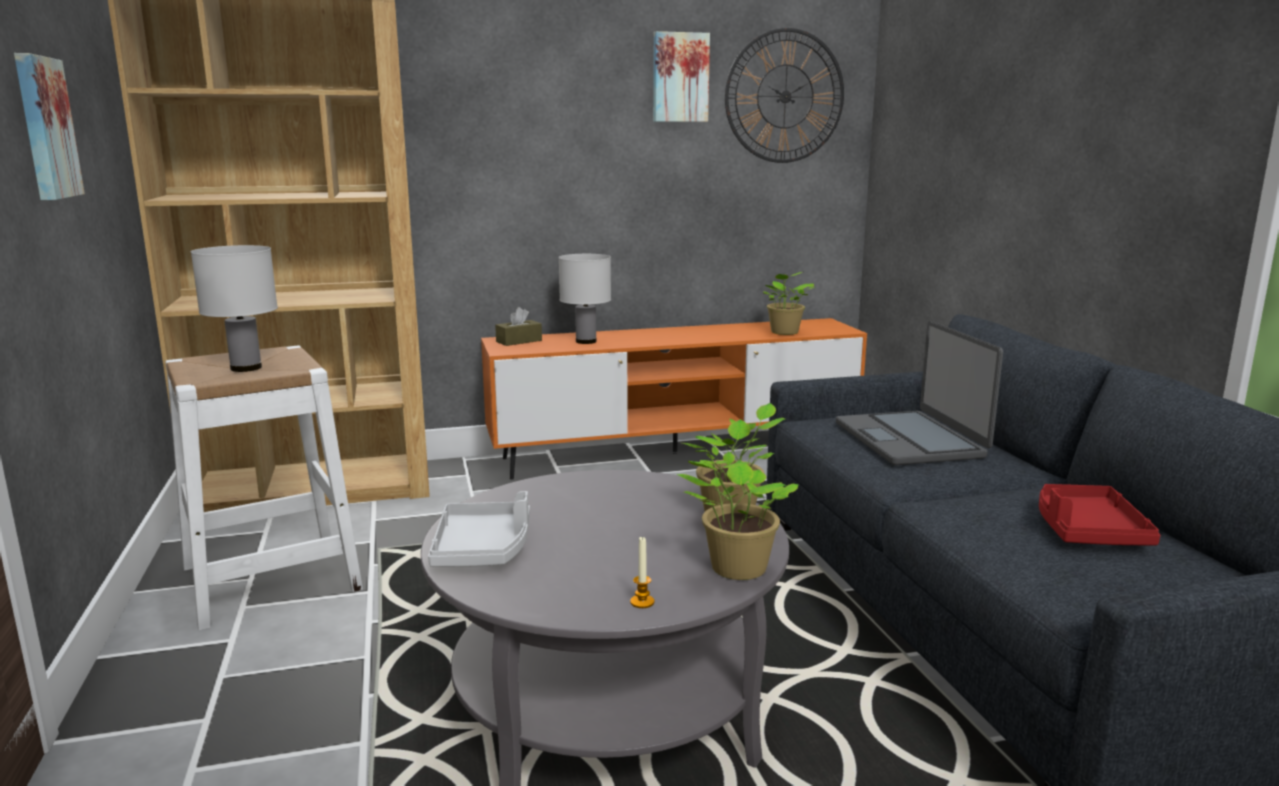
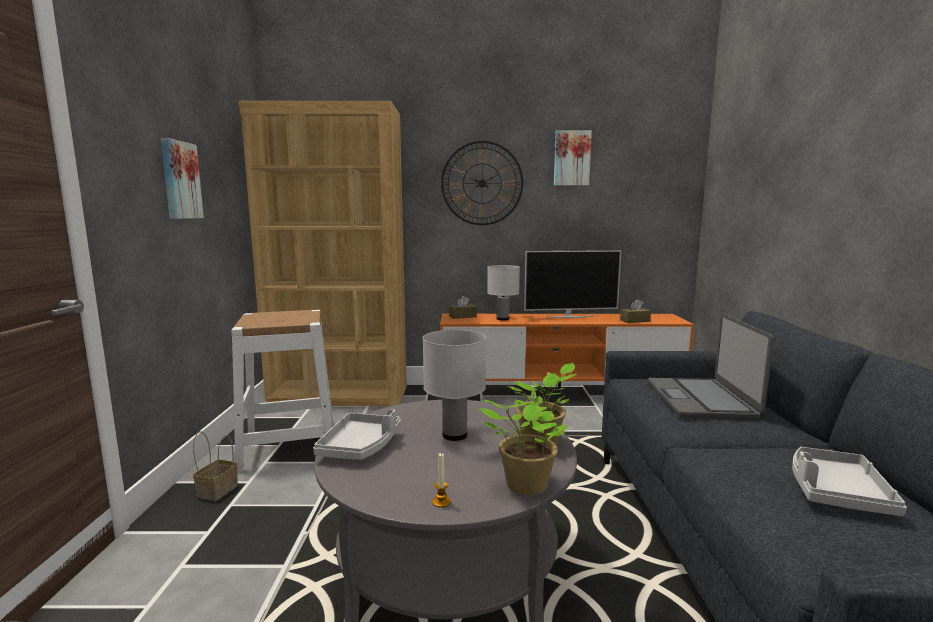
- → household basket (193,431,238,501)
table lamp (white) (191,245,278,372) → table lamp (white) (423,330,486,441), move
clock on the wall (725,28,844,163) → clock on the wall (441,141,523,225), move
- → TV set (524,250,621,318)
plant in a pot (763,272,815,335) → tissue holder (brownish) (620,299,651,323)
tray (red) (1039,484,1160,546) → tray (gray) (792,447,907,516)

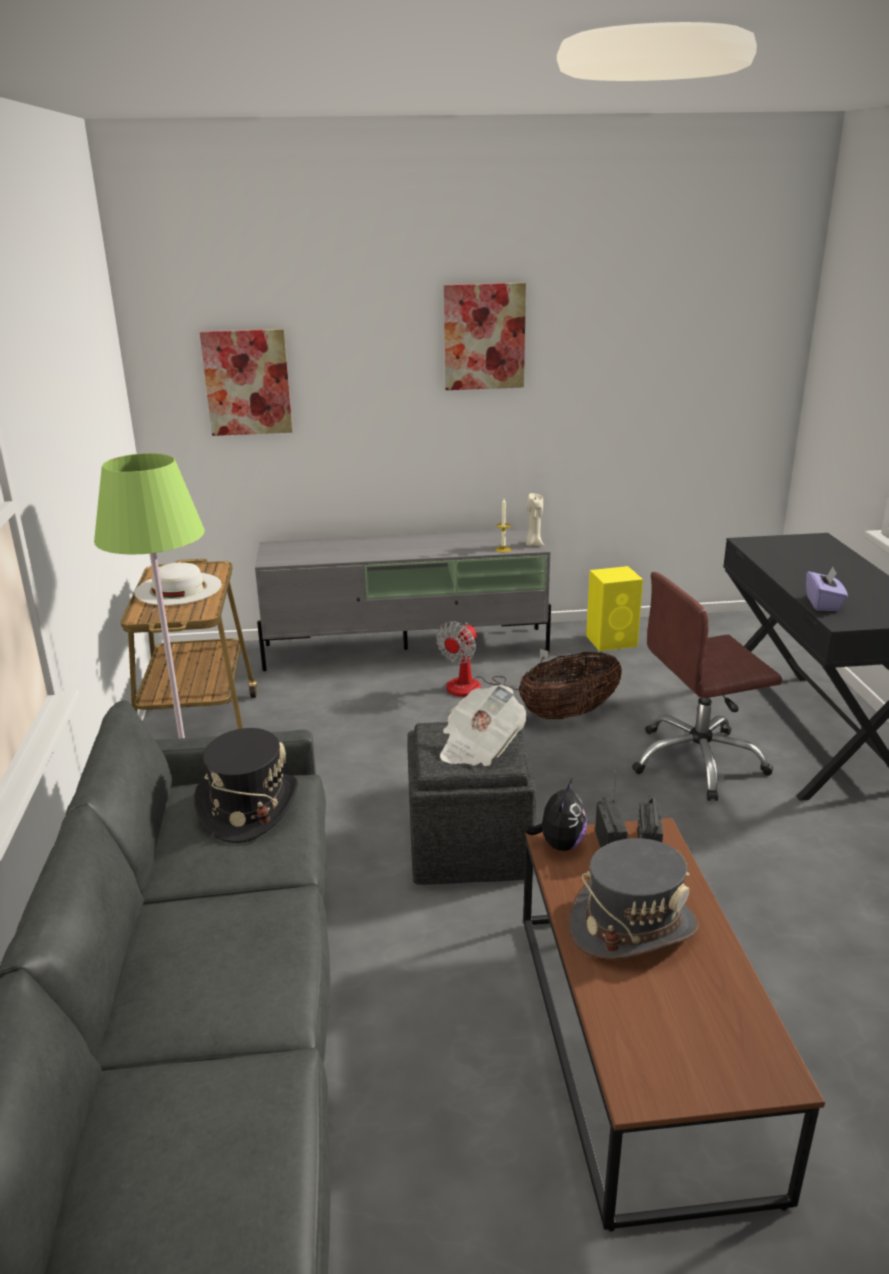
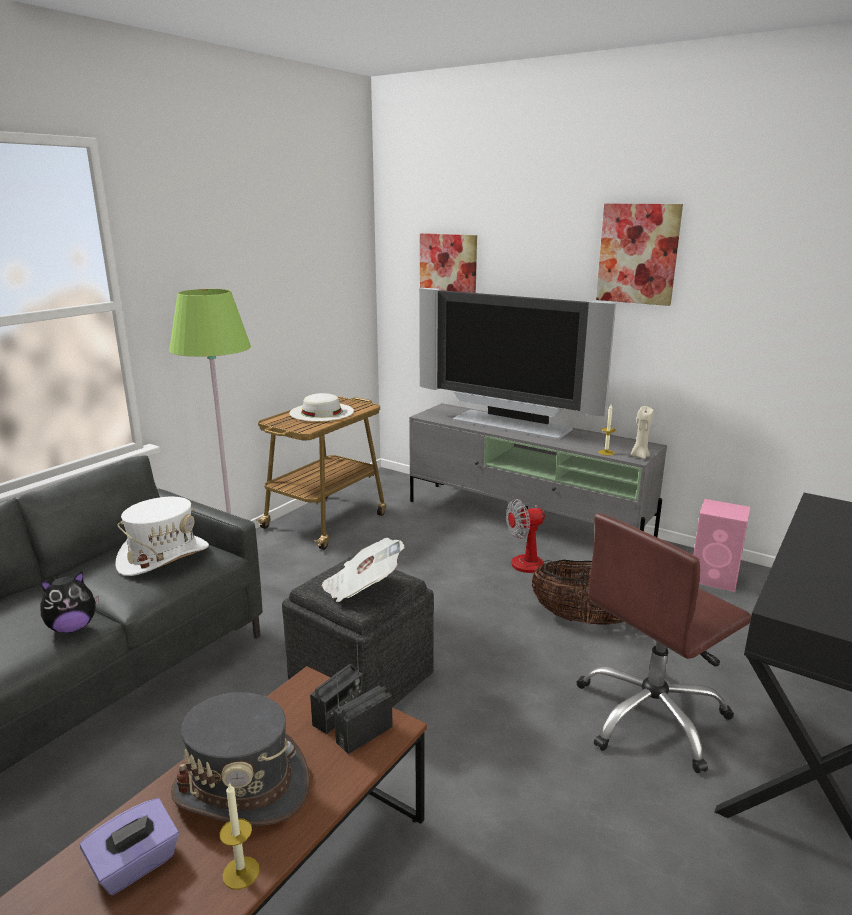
soft toy (525,779,587,851) → soft toy (40,572,99,633), move
tissue holder (purple) (806,567,848,611) → tissue holder (purple) (80,798,179,895), move
clothing hat (blackish) (194,728,298,843) → clothing hat (white) (115,497,209,576)
- → candle (220,782,260,890)
- → TV set (419,288,616,440)
office chair (brownish) (632,572,782,801) → office chair (brownish) (577,513,751,773), 60 degrees counterclockwise
loudspeaker (yellow-coloured) (586,566,643,651) → loudspeaker (pinkish) (693,499,750,592)

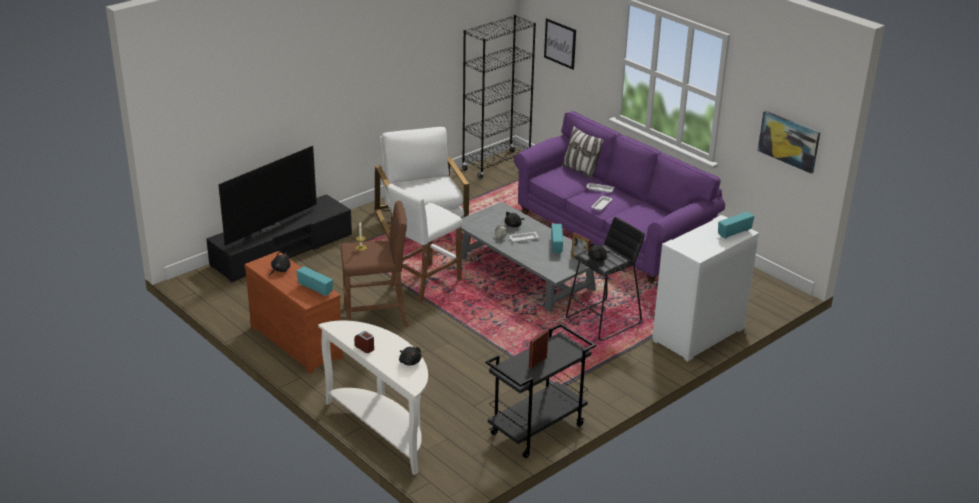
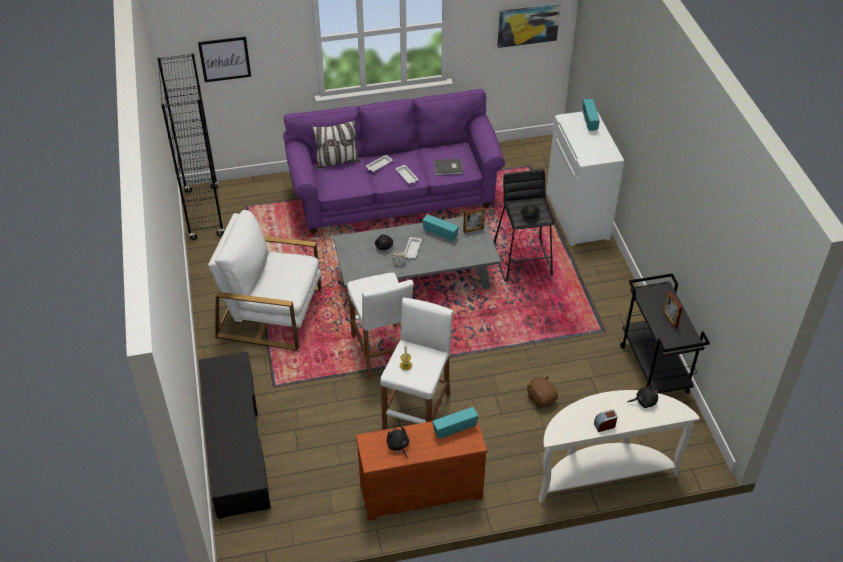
stool (brownish) (341,201,409,327) → stool (white) (380,297,453,430)
- → volume (gray) (434,159,463,175)
- → soft toy (brownish) (527,376,558,408)
TV set (218,146,317,246) → -

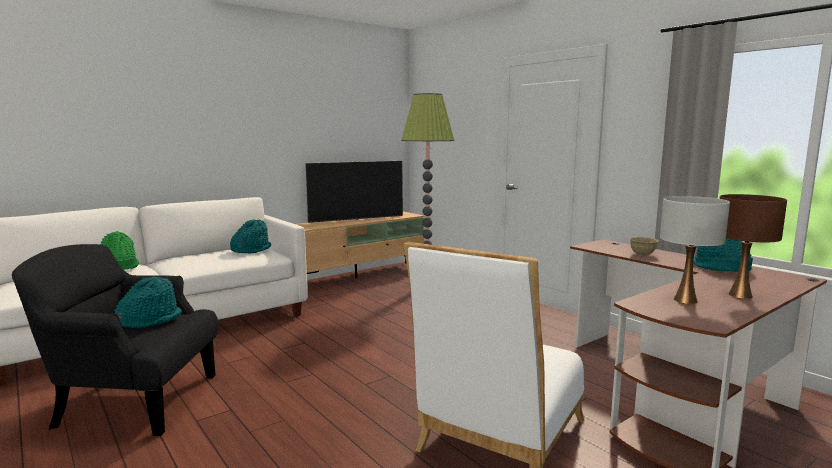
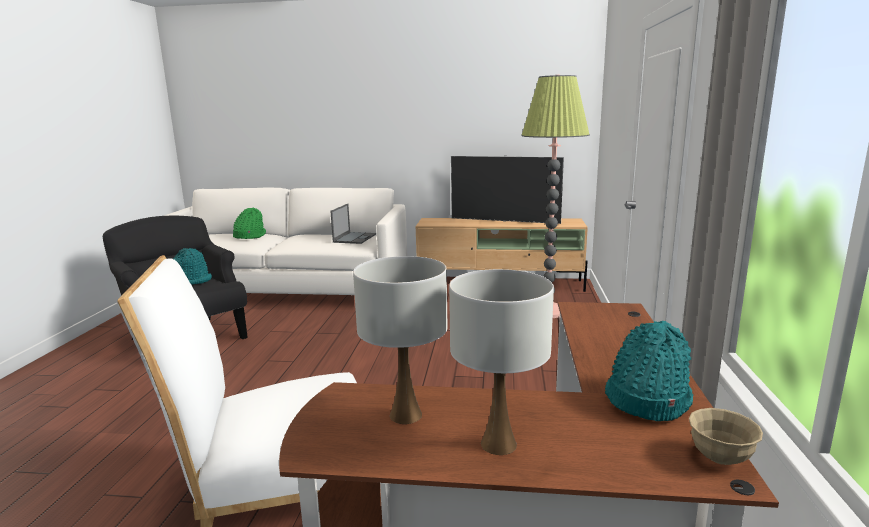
clothing hat (blue-green) (230,220,271,253) → notebook computer (330,204,376,244)
table lamp (brownish) (719,194,787,299) → table lamp (white) (449,269,554,455)
deep dish (beige) (630,237,659,256) → deep dish (beige) (689,408,763,465), move

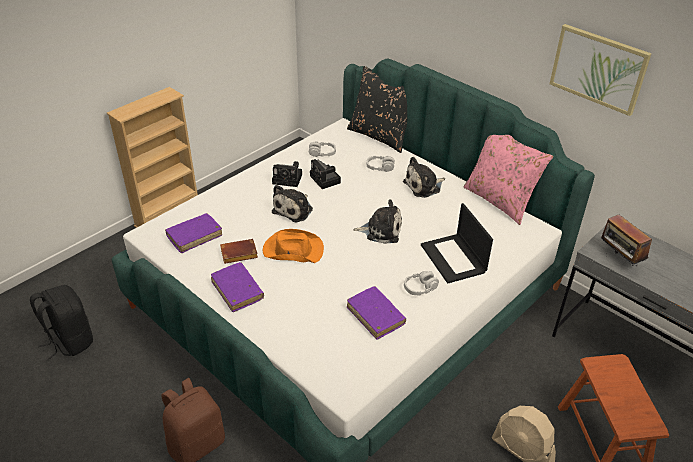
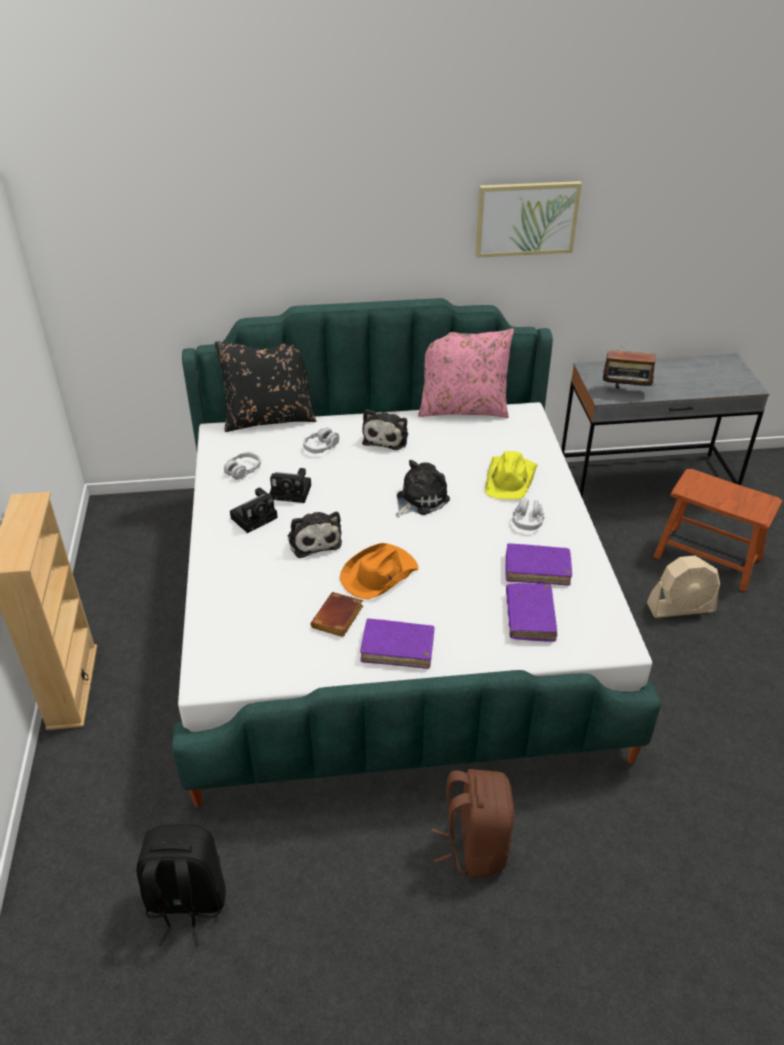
notebook computer (421,203,493,284) → clothing hat (yellow-coloured) (485,451,538,499)
volume (purple) (165,213,222,253) → volume (purple) (506,583,557,641), move

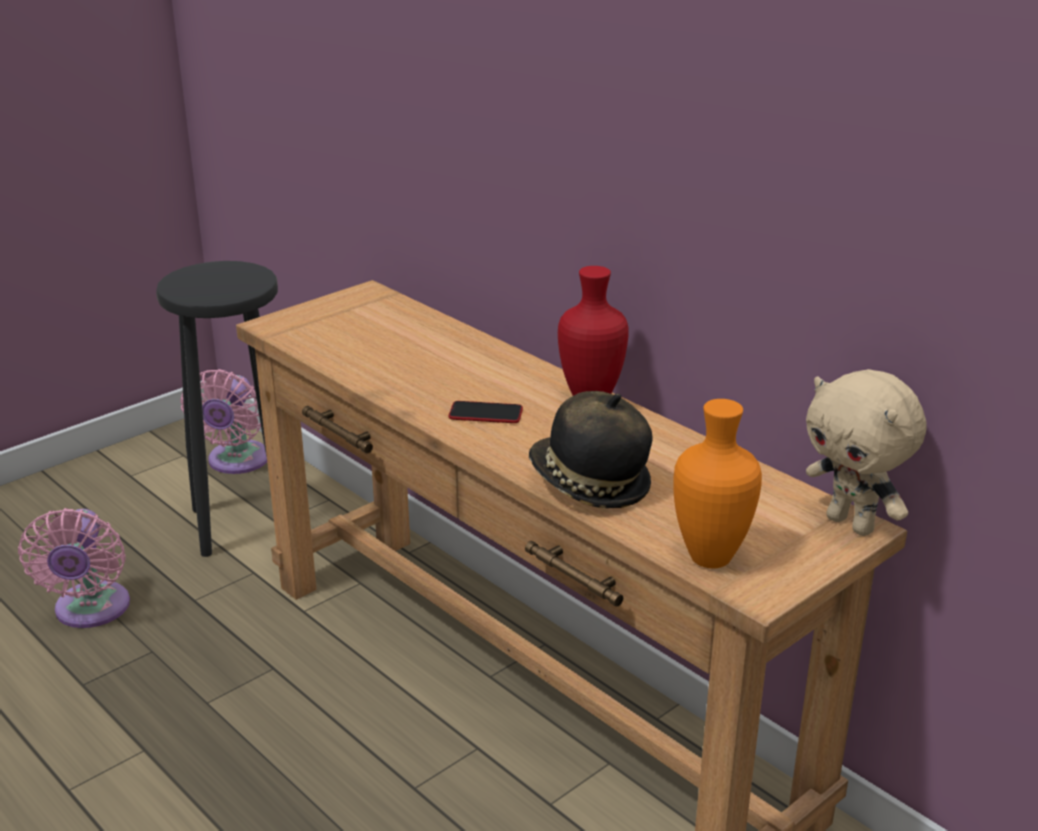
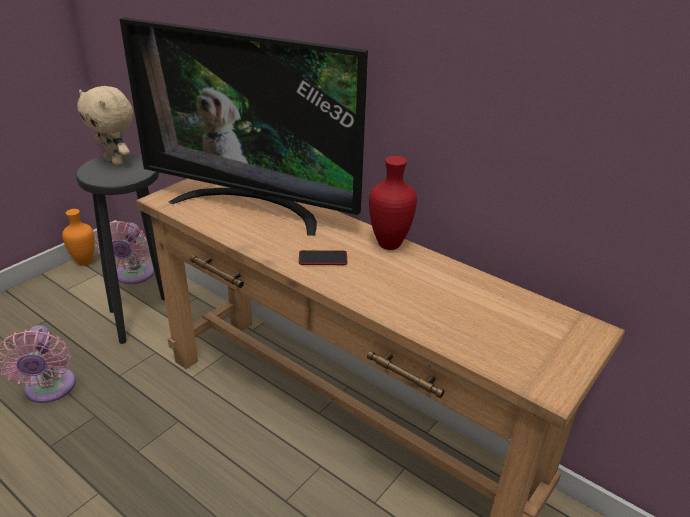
flower vase (orange) (673,399,762,569) → flower vase (orange) (62,209,95,266), move
soft toy (beige) (806,369,927,536) → soft toy (beige) (77,86,133,165), move
- → TV set (120,17,368,236)
clothing hat (529,391,652,508) → -

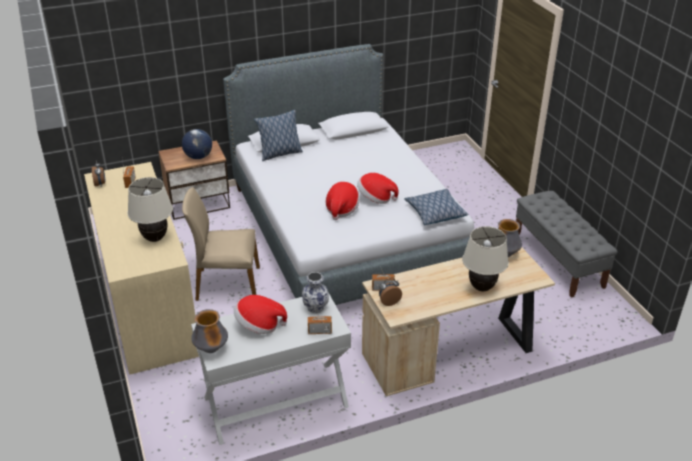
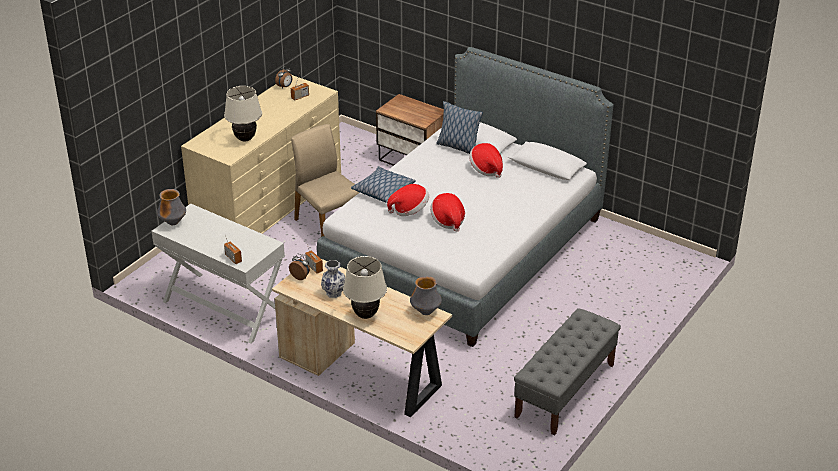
flower vase (302,272,329,313) → flower vase (321,260,345,298), move
throw pillow (404,189,468,225) → throw pillow (351,166,416,203), move
clothing hat (234,295,287,334) → clothing hat (469,143,503,178), move
globe (182,129,212,159) → -

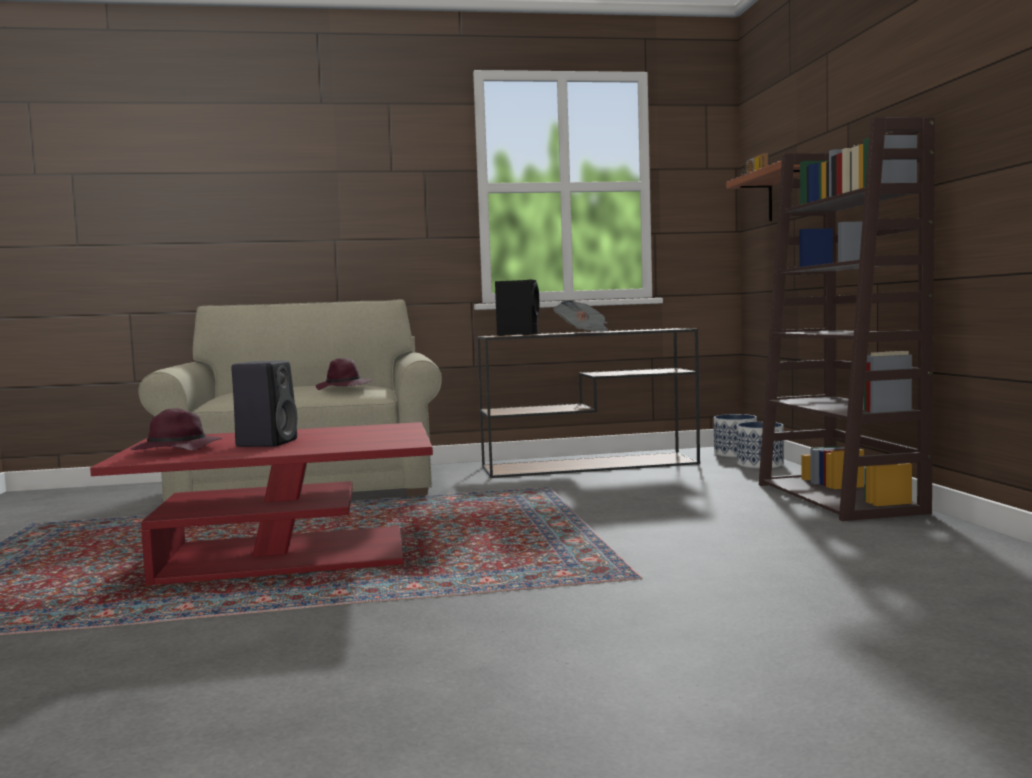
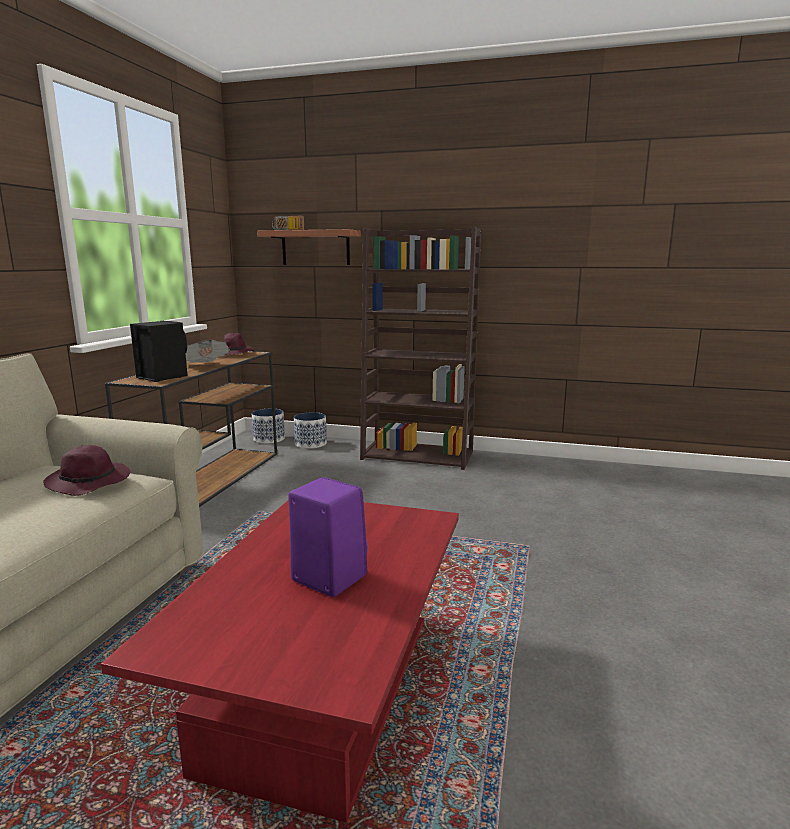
clothing hat (purple) (131,409,222,451) → clothing hat (purple) (224,333,254,355), move
loudspeaker (blackish) (231,361,297,447) → loudspeaker (purple) (289,477,368,597)

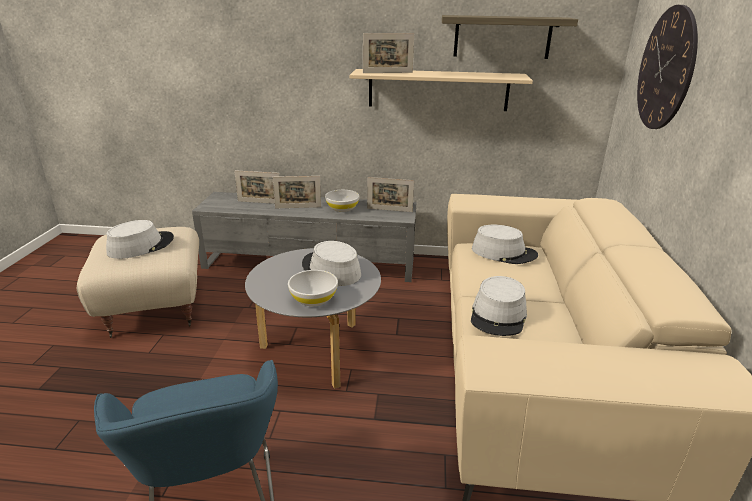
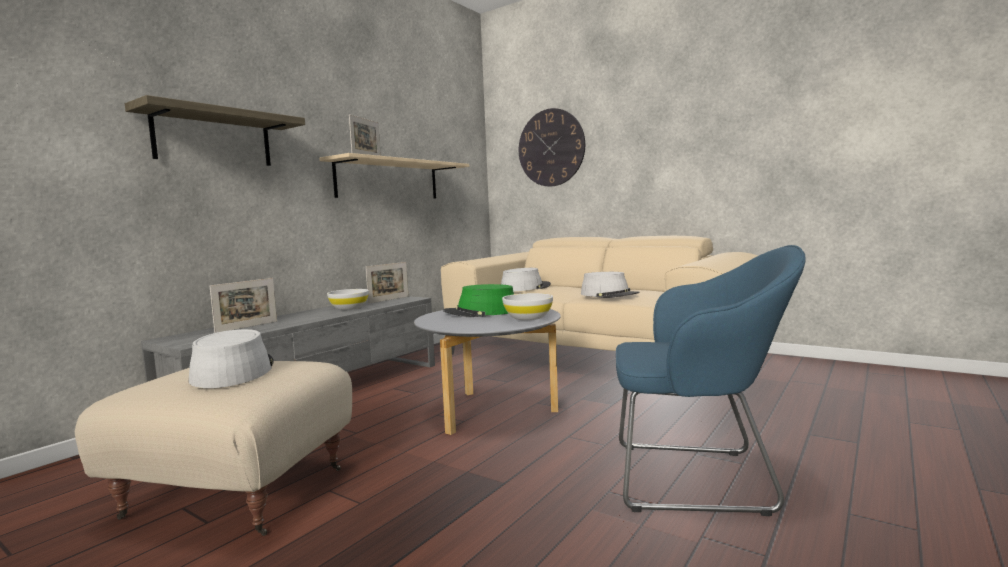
shelf (442,15,578,59) → shelf (125,95,305,166), move
clothing hat (gray) (302,241,361,286) → clothing hat (greenish) (443,284,514,317)
picture frame (273,176,321,208) → -

